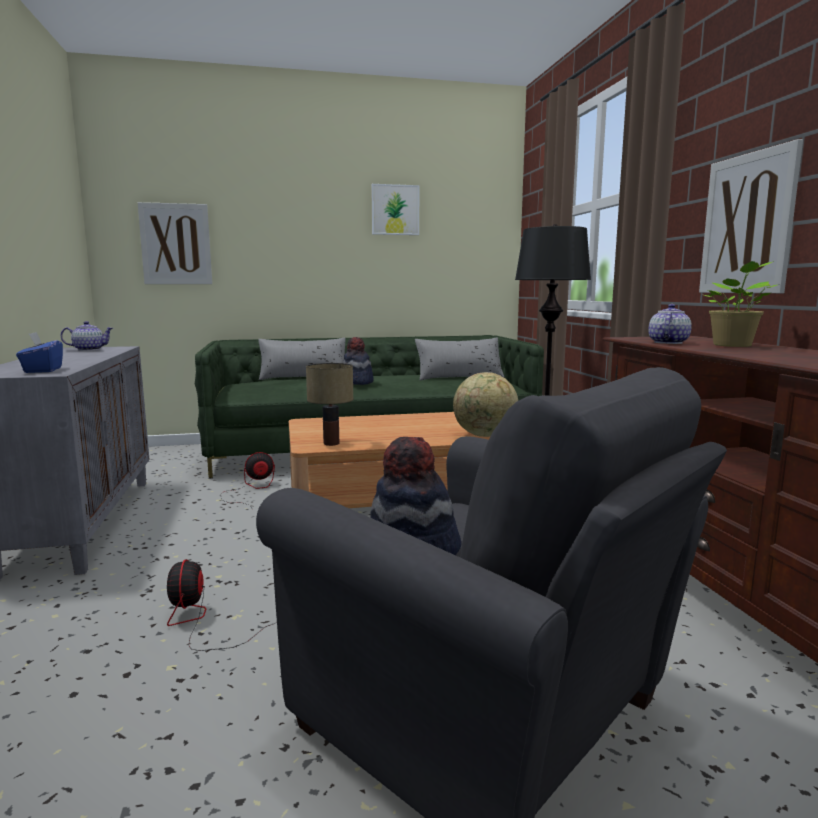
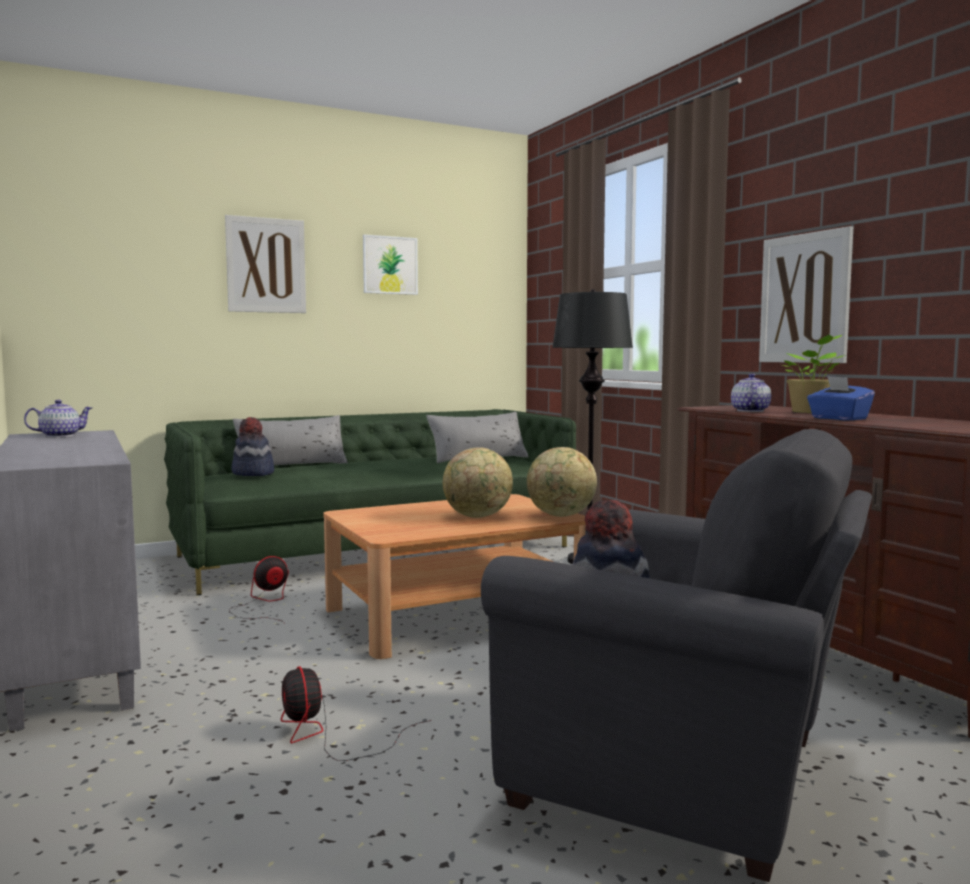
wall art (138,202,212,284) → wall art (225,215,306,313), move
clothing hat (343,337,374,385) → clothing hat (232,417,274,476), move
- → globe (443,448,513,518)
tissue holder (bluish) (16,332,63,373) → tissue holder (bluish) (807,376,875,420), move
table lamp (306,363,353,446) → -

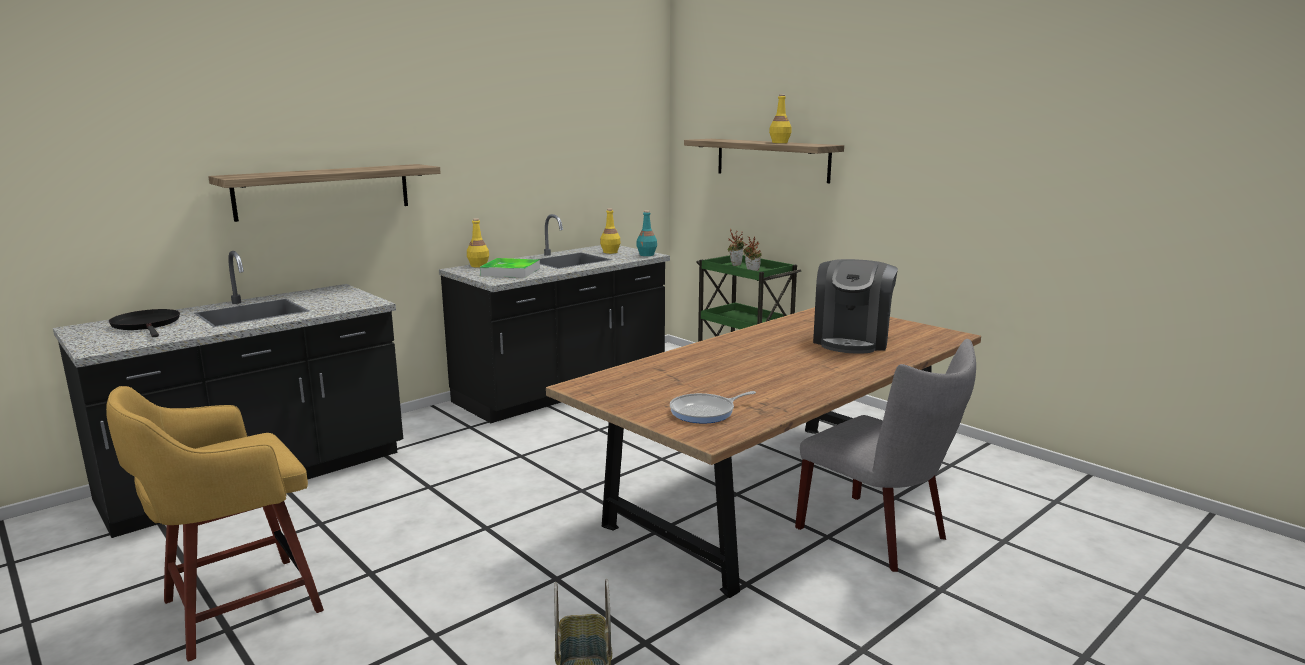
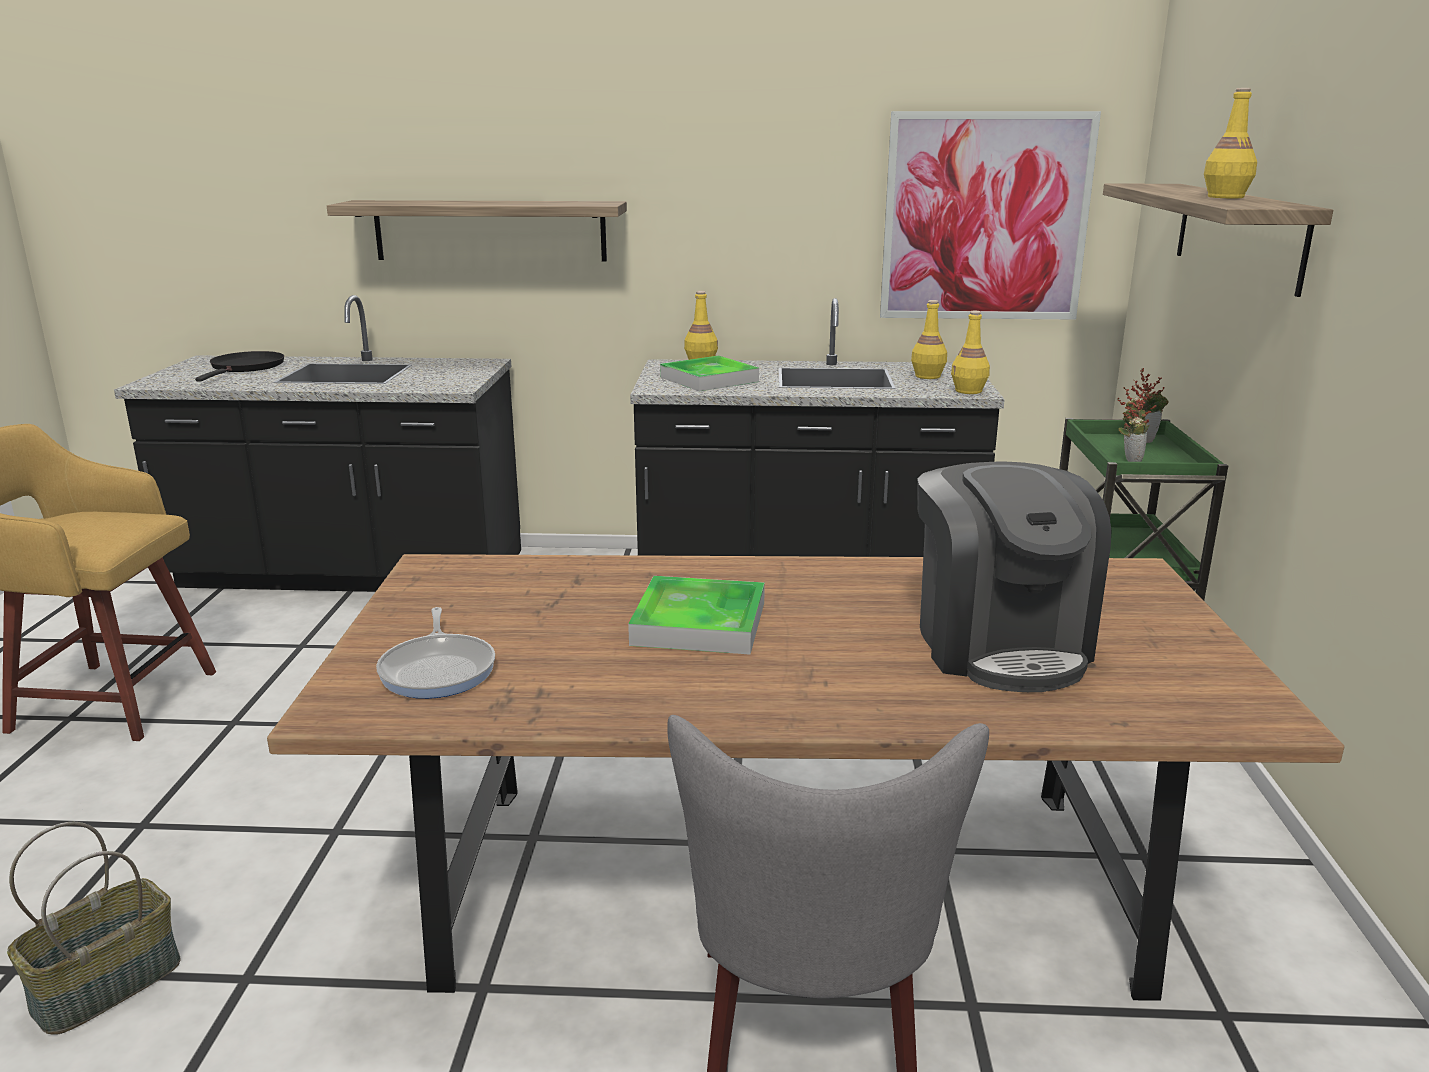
frying pan (670,391,756,423) → frying pan (376,607,495,699), 120 degrees counterclockwise
- → tray (628,576,765,655)
- → wall art (880,111,1101,320)
coffee brewer (813,259,898,354) → coffee brewer (917,461,1112,692), 75 degrees counterclockwise
beverage bottle (blue-green) (636,210,657,256) → beverage bottle (yellow-coloured) (951,311,990,394)

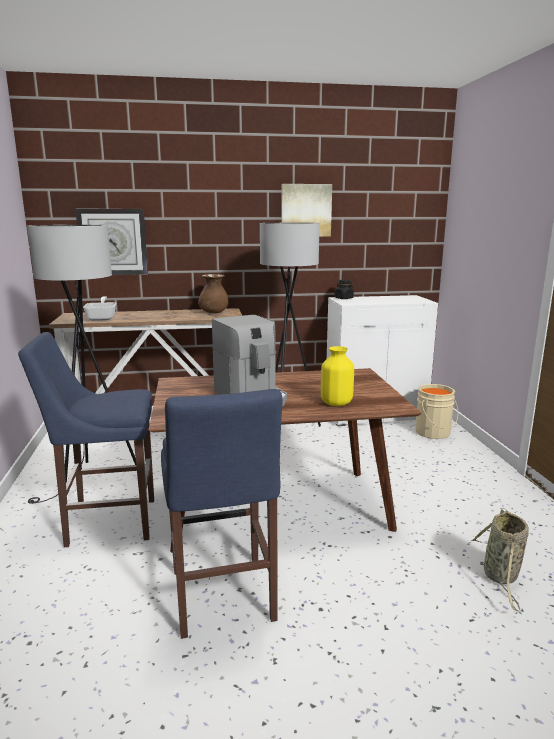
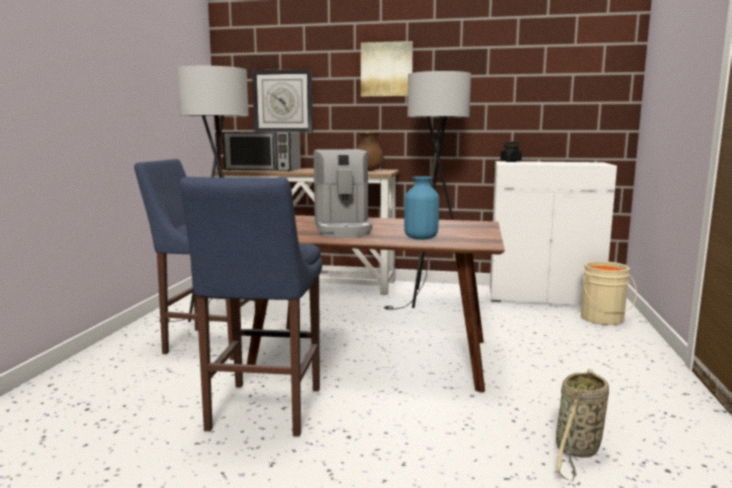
frying pan (83,296,116,320) → microwave oven (222,132,301,171)
wall art (282,184,332,237) → wall art (361,41,413,97), move
flower vase (yellow-coloured) (321,346,354,406) → flower vase (bluish) (404,176,439,240)

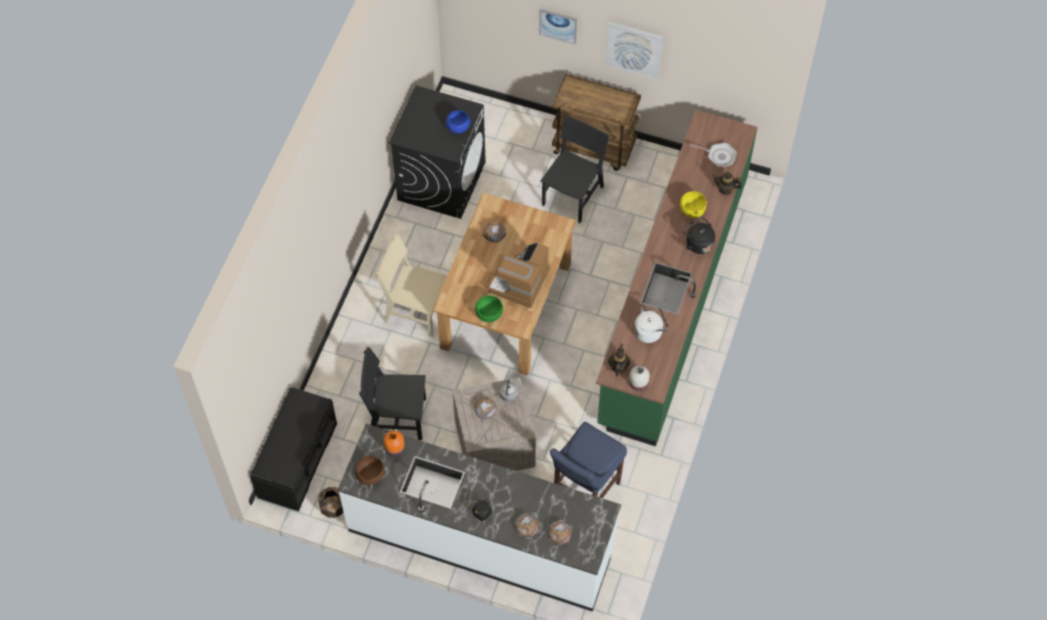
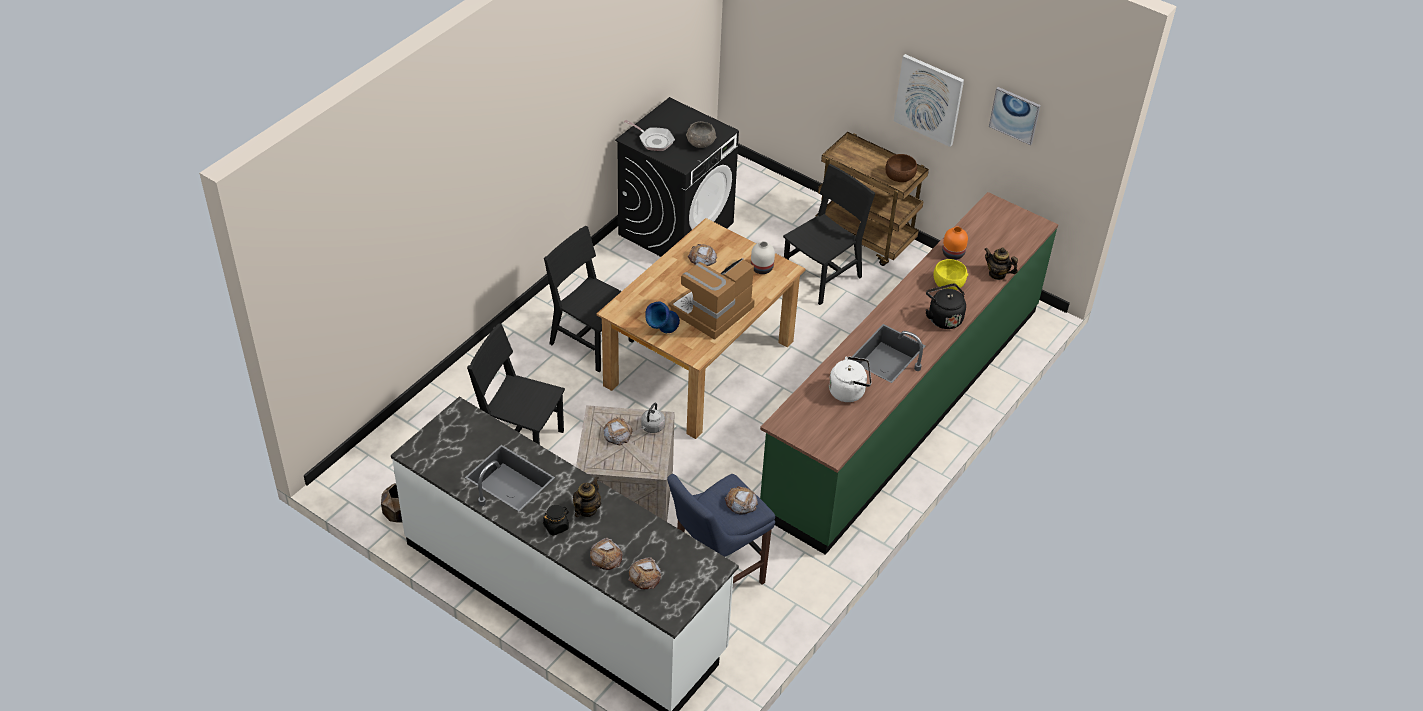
plain chair (beige) (376,234,448,337) → plain chair (blackish) (544,226,634,372)
pot for tea (608,344,630,377) → pot for tea (573,477,601,517), move
frying pan (690,143,737,167) → frying pan (624,120,675,151), move
deep dish (greenish) (475,295,503,322) → flower vase (bluish) (645,301,680,333)
deep dish (bluish) (446,110,471,133) → deep dish (gray) (686,121,716,148)
- → bakery bread (725,486,758,514)
flower vase (white) (629,365,650,391) → flower vase (white) (751,241,775,274), move
deep dish (brownish) (355,455,385,485) → deep dish (brownish) (885,154,917,182), move
flower vase (orange) (384,431,405,456) → flower vase (orange) (942,227,968,260), move
wall art (539,9,577,44) → wall art (989,87,1041,145), move
long seat (blackish) (250,387,337,511) → -

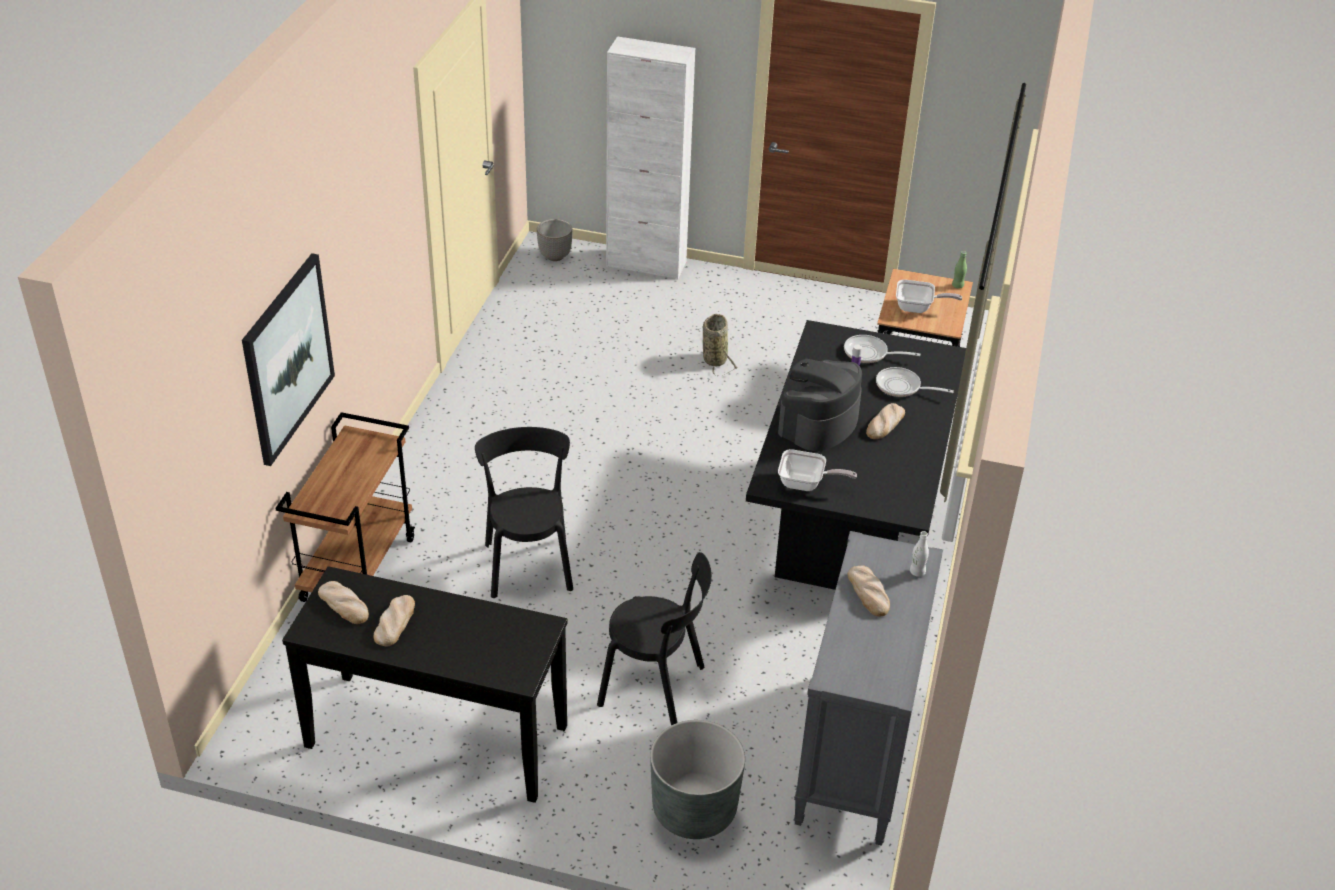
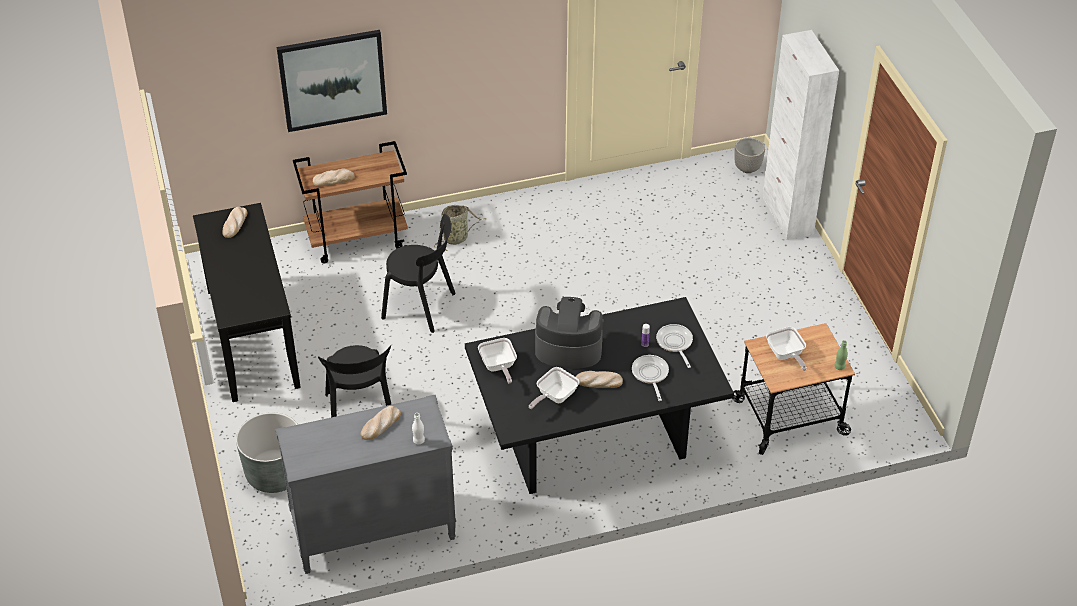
bakery bread (373,595,415,647) → bakery bread (313,169,355,187), move
plain chair (blackish) (475,427,573,598) → plain chair (blackish) (381,214,456,333), 60 degrees clockwise
household basket (703,314,738,376) → household basket (434,205,486,251), move
- → frying pan (529,367,580,409)

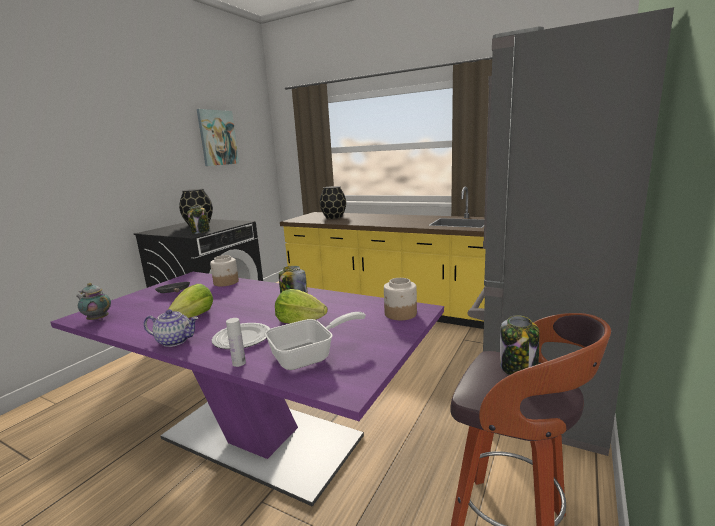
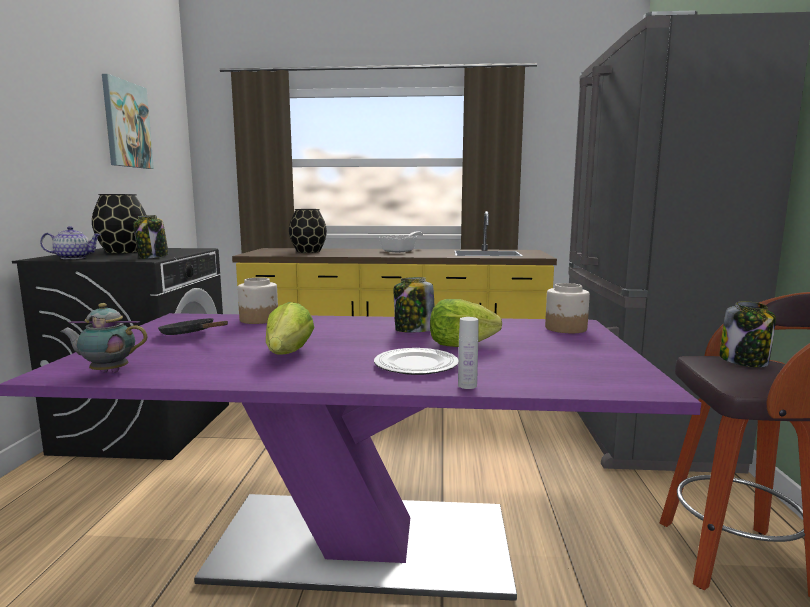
pot for tea (144,309,198,347) → pot for tea (40,226,101,259), move
frying pan (265,312,366,370) → frying pan (379,232,423,253), move

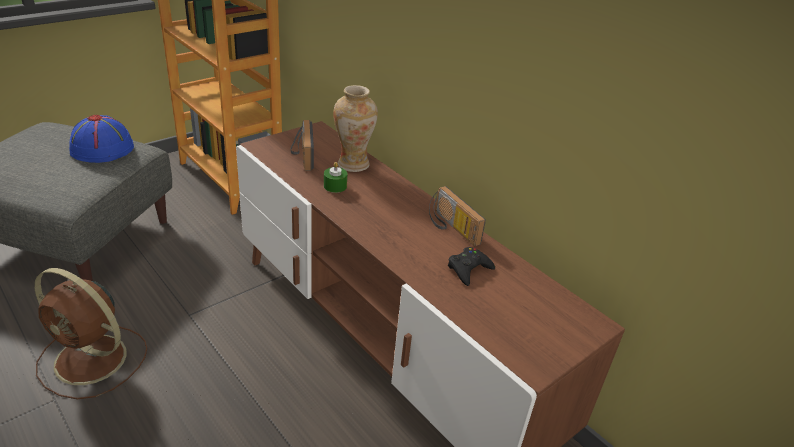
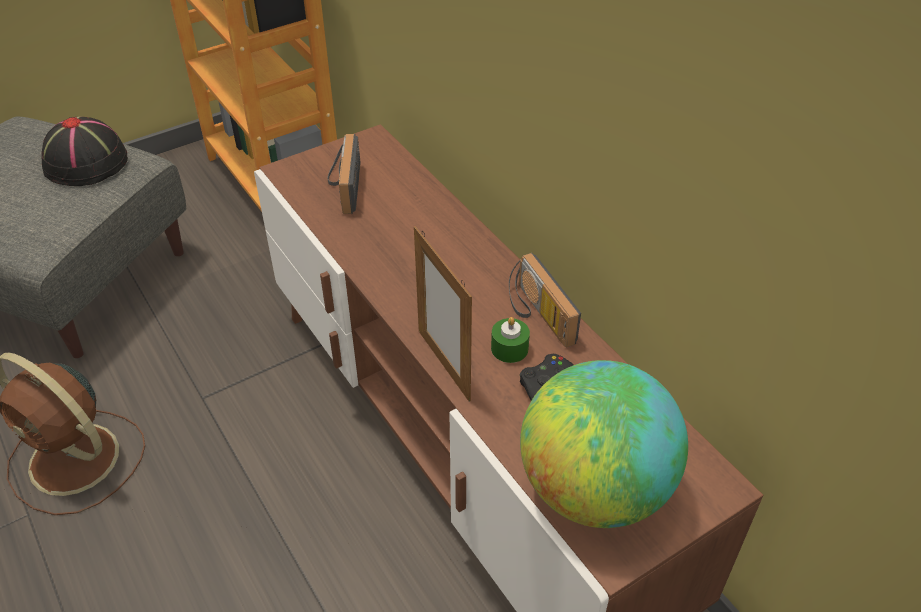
clothing hat (bluish) (69,115,134,163) → clothing hat (blackish) (41,116,128,186)
- → picture frame (414,226,472,402)
candle (greenish) (324,162,347,193) → candle (greenish) (491,317,530,363), move
- → globe (520,360,688,528)
flower vase (333,85,378,172) → -

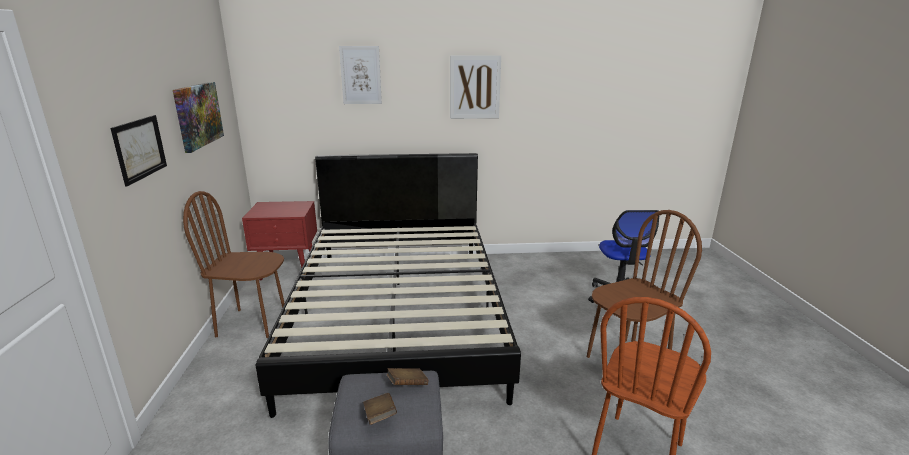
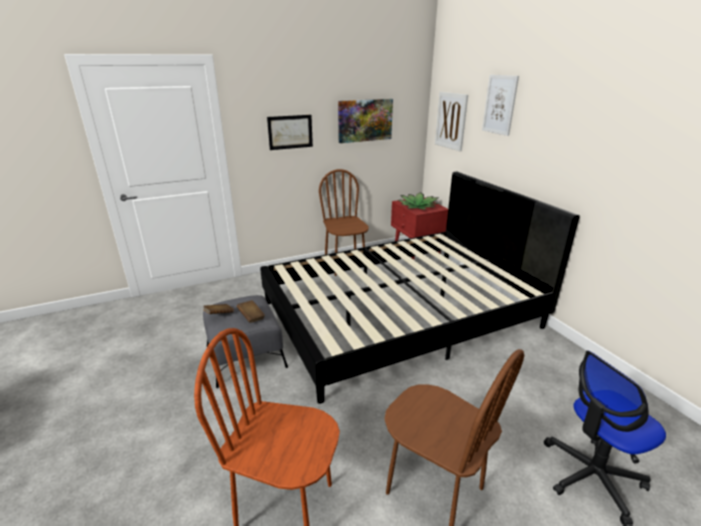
- → plant in a pot (398,192,438,210)
wall art (450,55,501,119) → wall art (435,92,468,151), move

